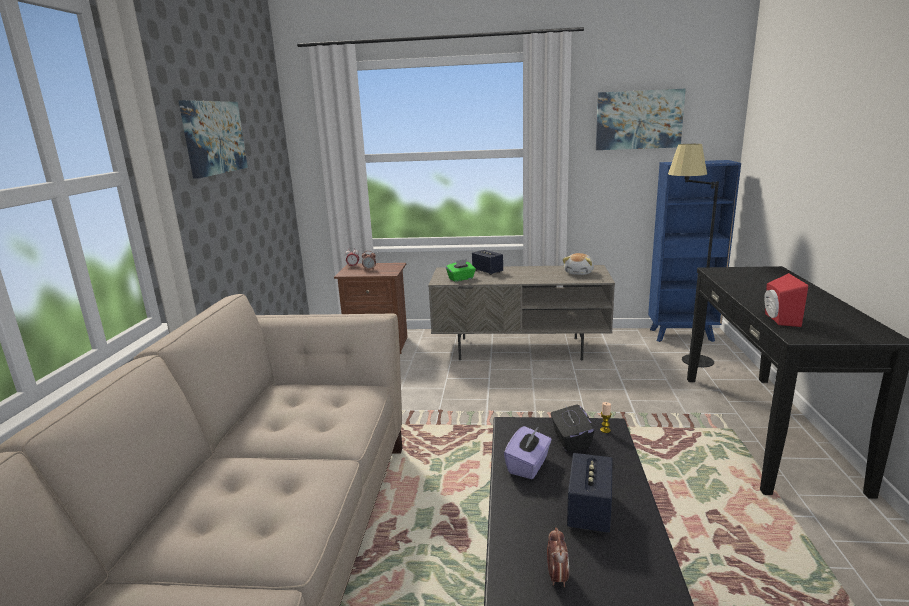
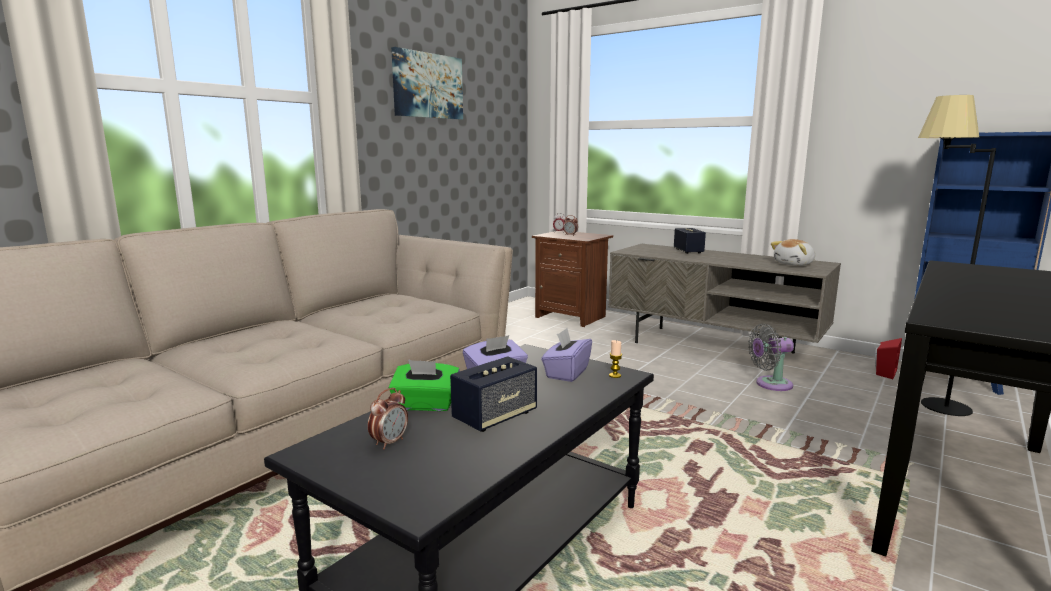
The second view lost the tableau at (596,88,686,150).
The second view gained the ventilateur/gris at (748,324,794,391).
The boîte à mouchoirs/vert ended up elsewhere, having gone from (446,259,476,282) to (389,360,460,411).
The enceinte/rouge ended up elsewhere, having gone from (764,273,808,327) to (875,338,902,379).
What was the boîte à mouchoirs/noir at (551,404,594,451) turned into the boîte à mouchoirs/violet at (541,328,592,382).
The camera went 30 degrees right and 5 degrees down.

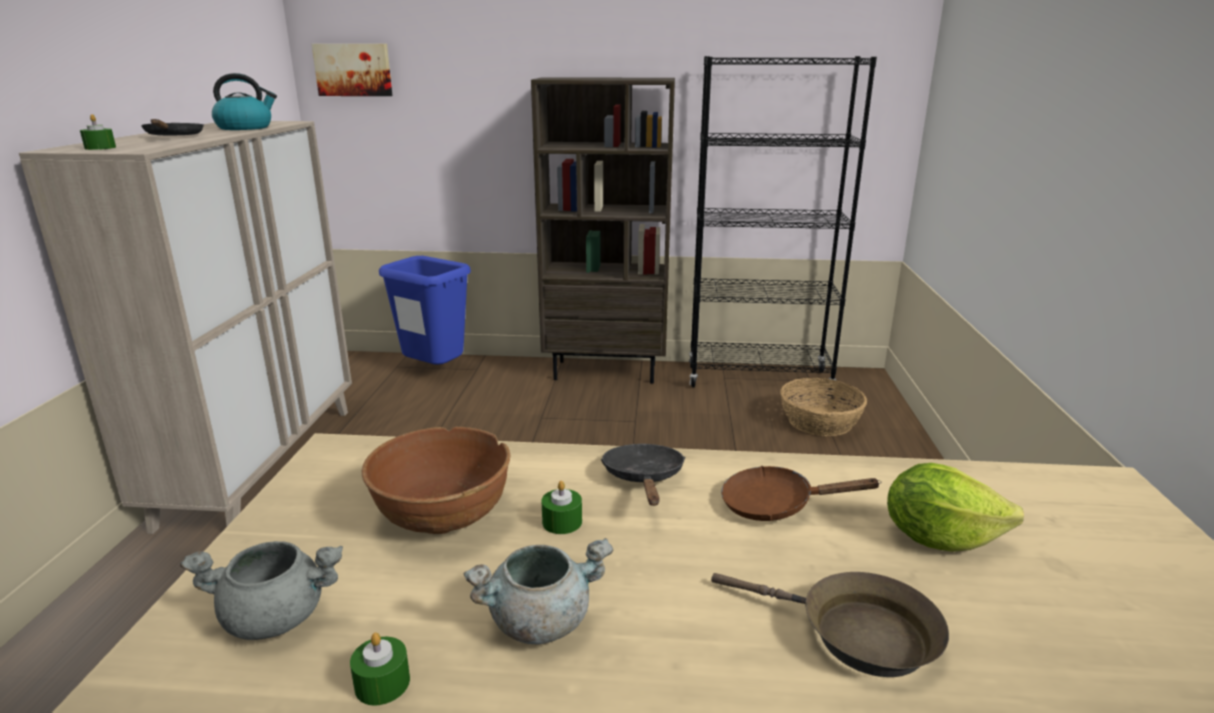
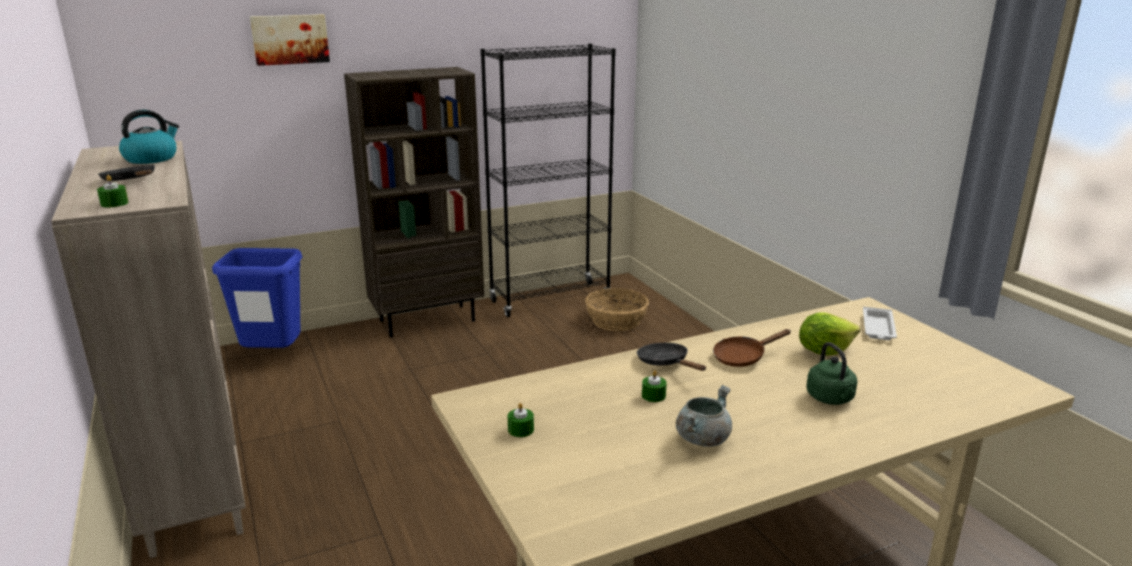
The second view lost the marmite/gris at (180,541,343,640).
The second view lost the bol/marron at (362,427,510,534).
The second view gained the plateau/blanc at (863,307,897,340).
The tableau ended up elsewhere, having gone from (312,44,392,96) to (250,14,330,66).
The bougie/vert ended up elsewhere, having gone from (350,632,410,706) to (508,403,534,437).
Where the poêle/marron stood at (711,572,949,677), the bouilloire/vert came to stand at (806,342,857,405).
The camera went 30 degrees left and 0 degrees up.

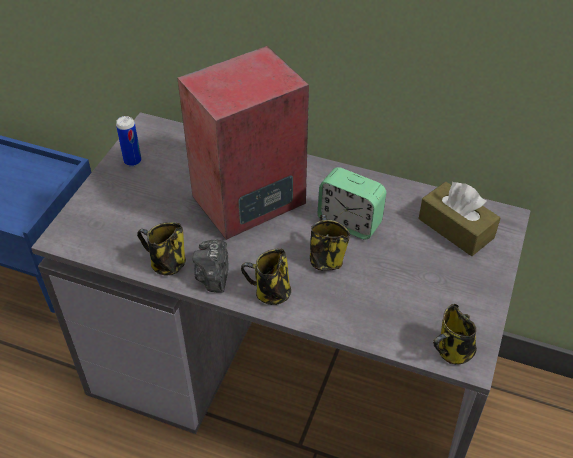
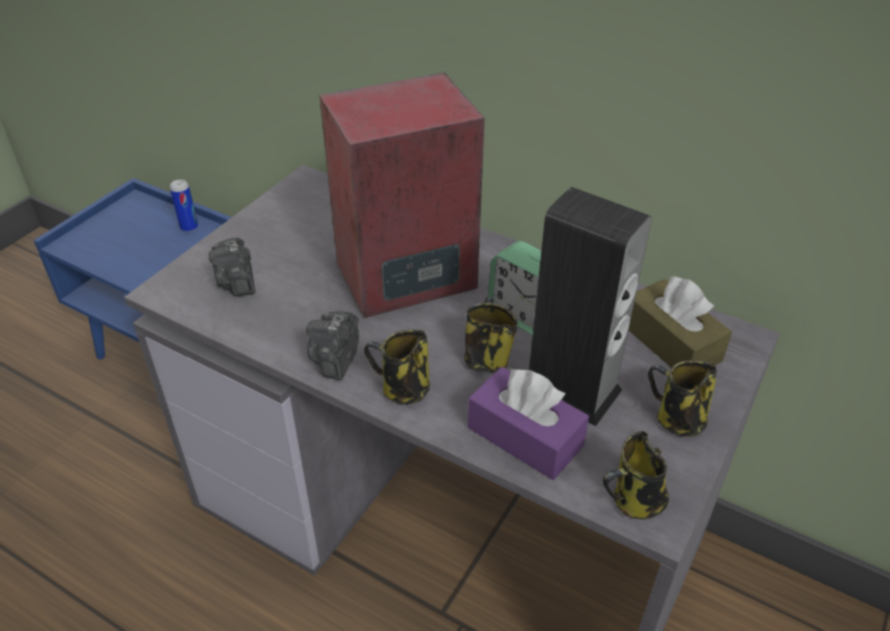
The second view gained the appareil photo at (209,238,255,296).
The second view gained the boîte à mouchoirs/violet at (468,367,589,480).
The second view gained the enceinte at (529,187,652,426).
The boîte métallique ended up elsewhere, having gone from (116,116,141,166) to (170,179,198,232).
The mug ended up elsewhere, having gone from (137,222,186,275) to (648,360,717,437).
The camera went 10 degrees right and 5 degrees down.

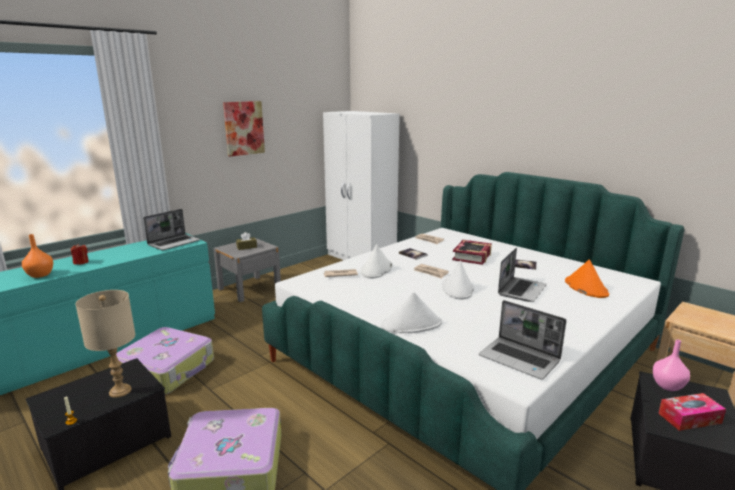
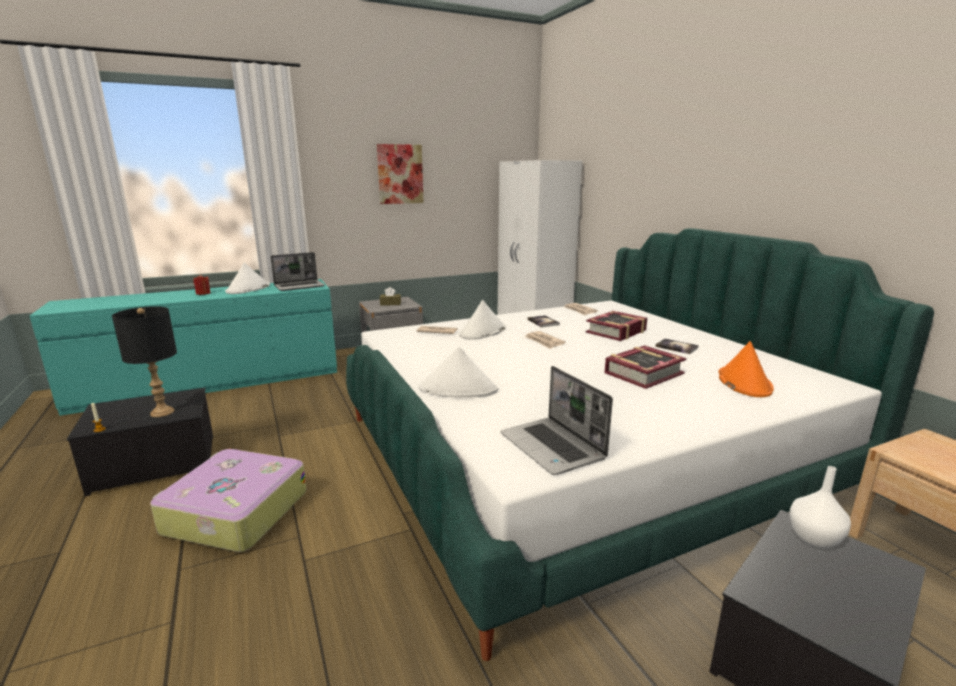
The second view lost the vase/orange at (22,234,53,278).
The second view lost the valise at (116,327,214,394).
The second view lost the boîte à mouchoirs at (658,393,726,431).
The chapeau/blanc ended up elsewhere, having gone from (442,261,474,299) to (225,263,270,294).
Where the ordinateur portable stood at (498,248,547,302), the livre came to stand at (604,345,687,389).
What was the lampe de table/beige at (76,290,135,398) turned into the lampe de table/noir at (112,306,177,417).
What was the vase/rose at (652,340,690,391) turned into the vase/blanc at (789,466,851,549).
The camera went 20 degrees right and 0 degrees up.

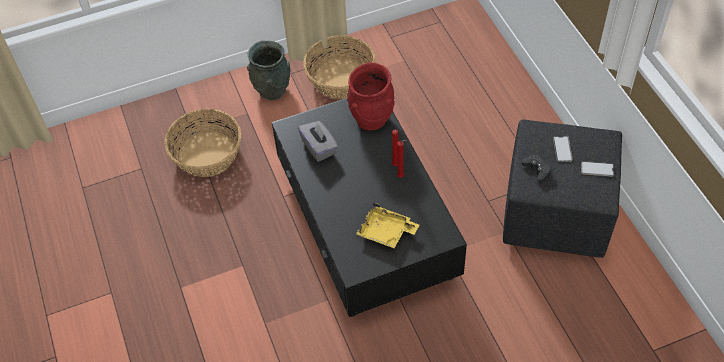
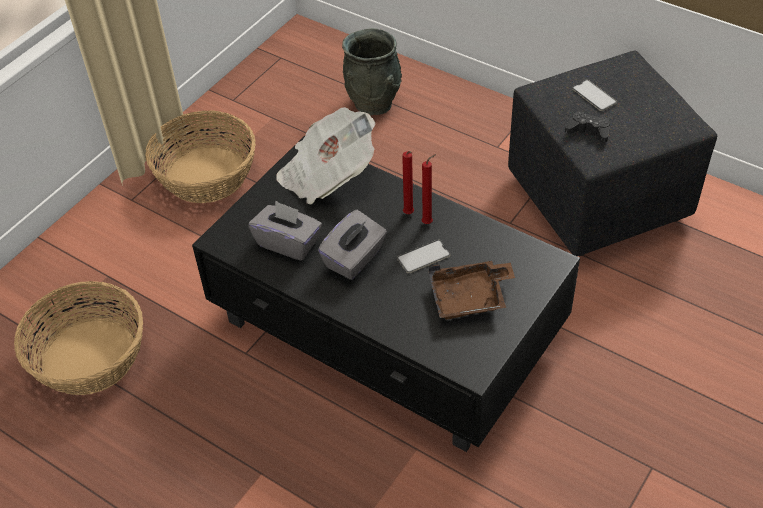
The second view gained the boîte à mouchoirs/gris at (318,210,387,280).
The vase/gris ended up elsewhere, having gone from (247,40,291,100) to (342,28,402,115).
The téléphone ended up elsewhere, having gone from (581,161,614,177) to (397,239,451,273).
Where the vase/rouge stood at (347,62,395,131), the journal came to stand at (276,107,376,205).
What was the plateau/jaune at (356,202,419,248) turned into the plateau/marron at (429,261,515,320).
The camera went 35 degrees left and 5 degrees down.

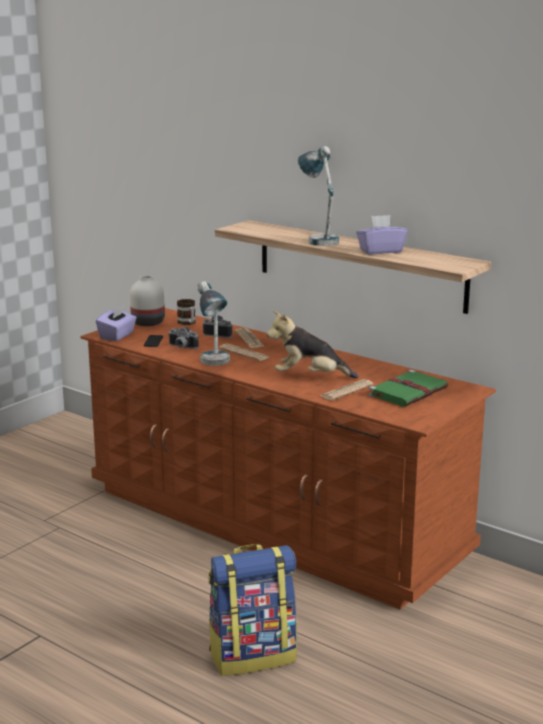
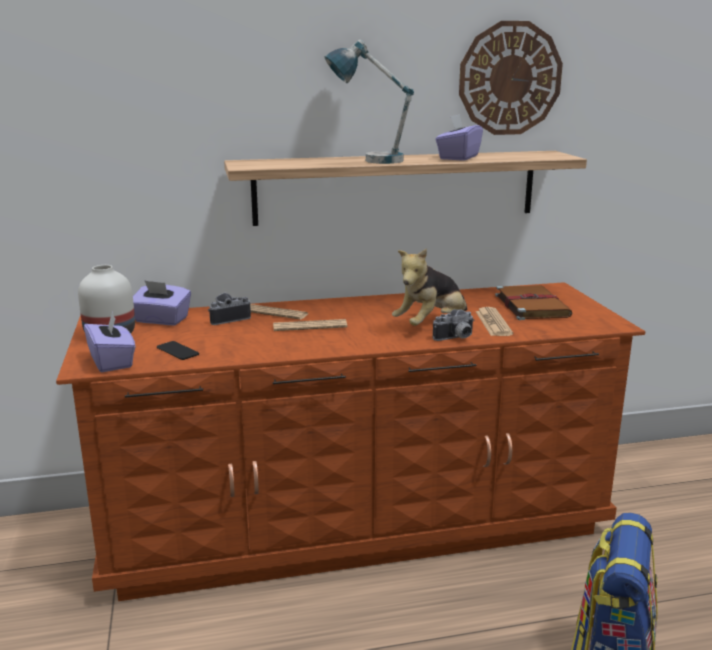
The second view lost the lampe de table at (198,281,230,366).
The second view gained the horloge murale at (459,21,563,135).
The appareil photo ended up elsewhere, having gone from (169,327,199,349) to (433,309,475,341).
Where the mug stood at (177,299,196,325), the boîte à mouchoirs/violet came to stand at (133,280,191,325).
What was the livre/vert at (369,370,448,407) turned into the livre/marron at (495,285,572,320).
The camera went 50 degrees left and 0 degrees up.

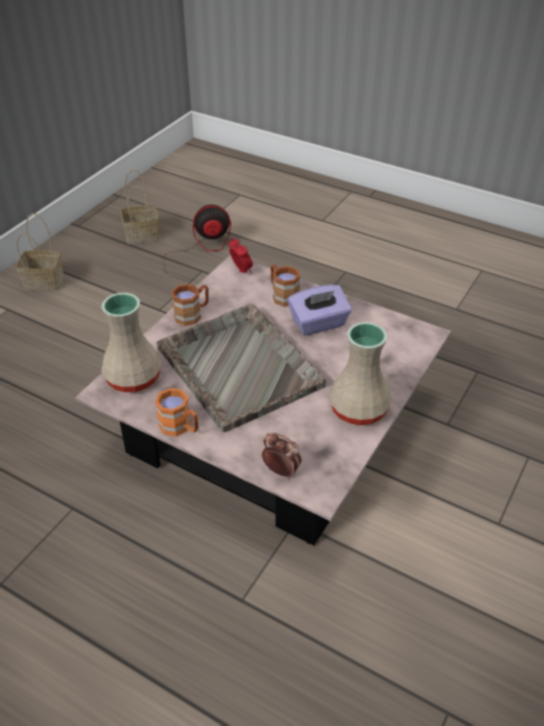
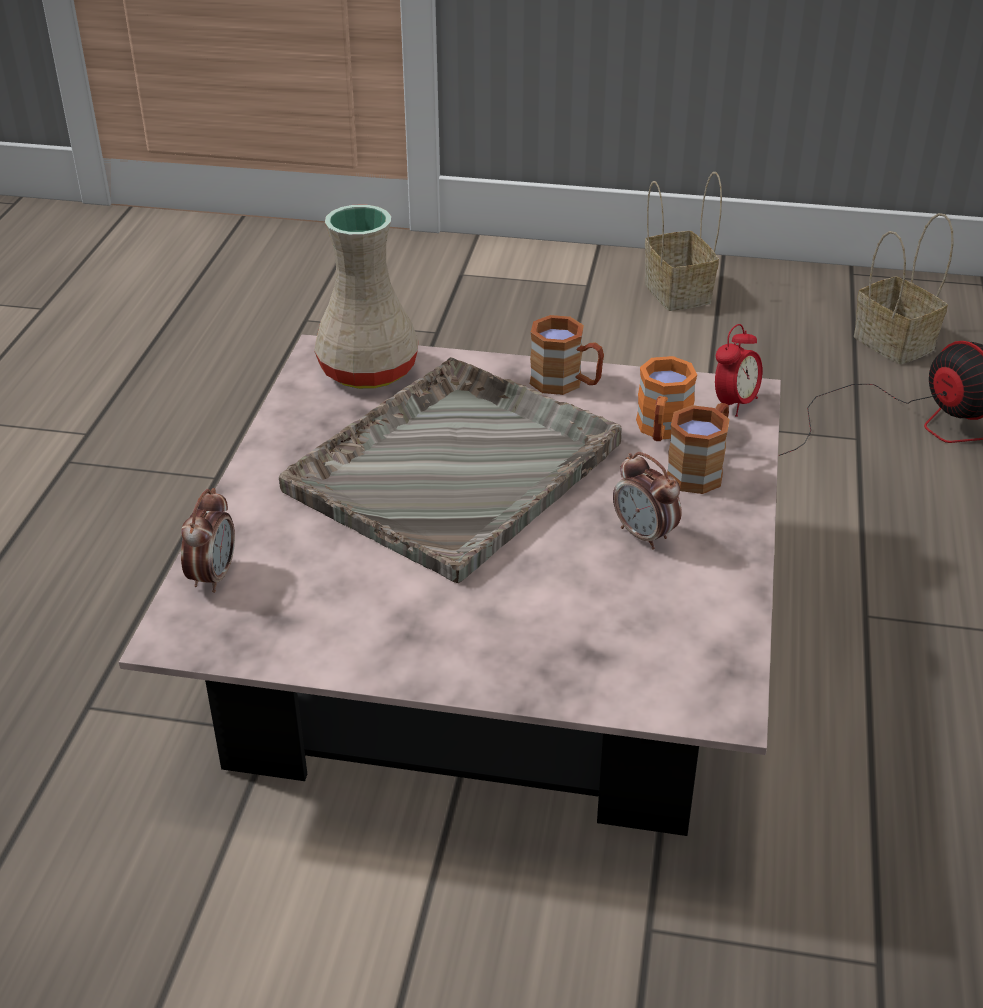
The second view lost the vase/beige at (329,322,392,425).
The mug/orange ended up elsewhere, having gone from (155,388,198,436) to (636,356,697,441).
Where the boîte à mouchoirs/violet stood at (288,285,352,335), the réveil came to stand at (613,452,682,550).
The camera went 70 degrees right and 5 degrees down.

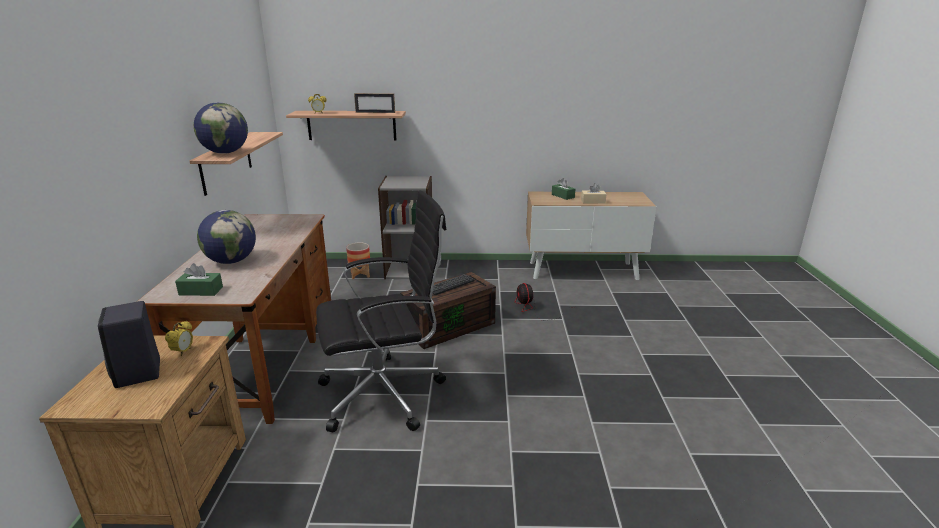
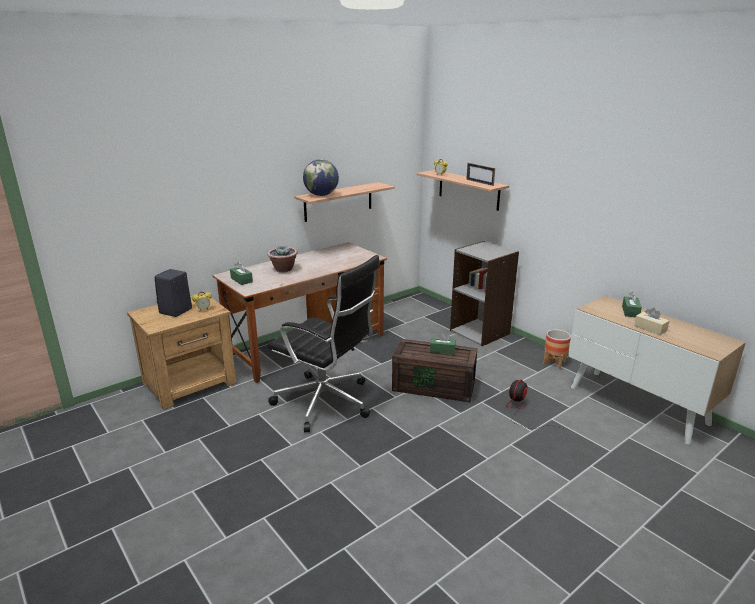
The cache-pot ended up elsewhere, having gone from (346,242,370,279) to (543,329,571,369).
Where the globe stood at (197,210,256,264), the plante en pot came to stand at (267,246,298,272).
Where the clavier stood at (432,274,475,295), the boîte à mouchoirs/vert came to stand at (430,332,456,354).
The camera went 50 degrees right and 0 degrees up.

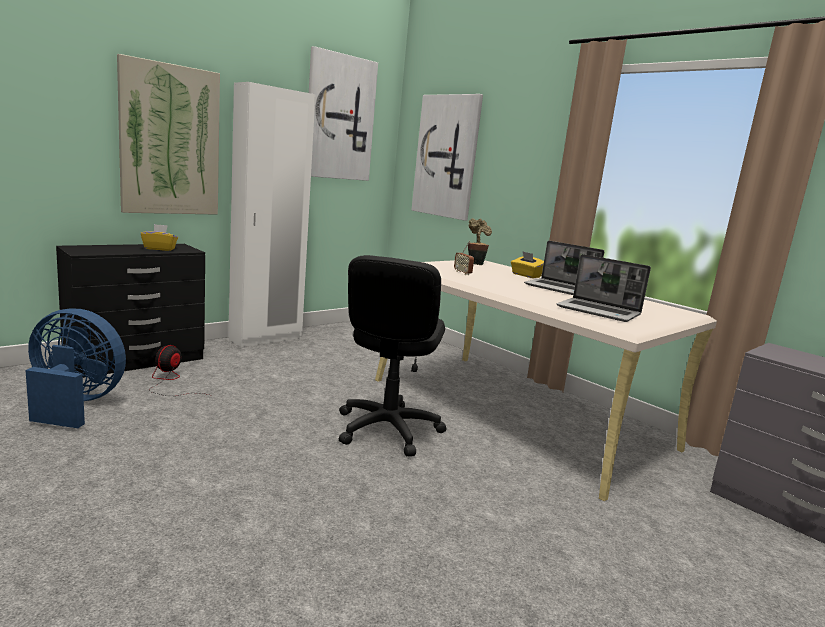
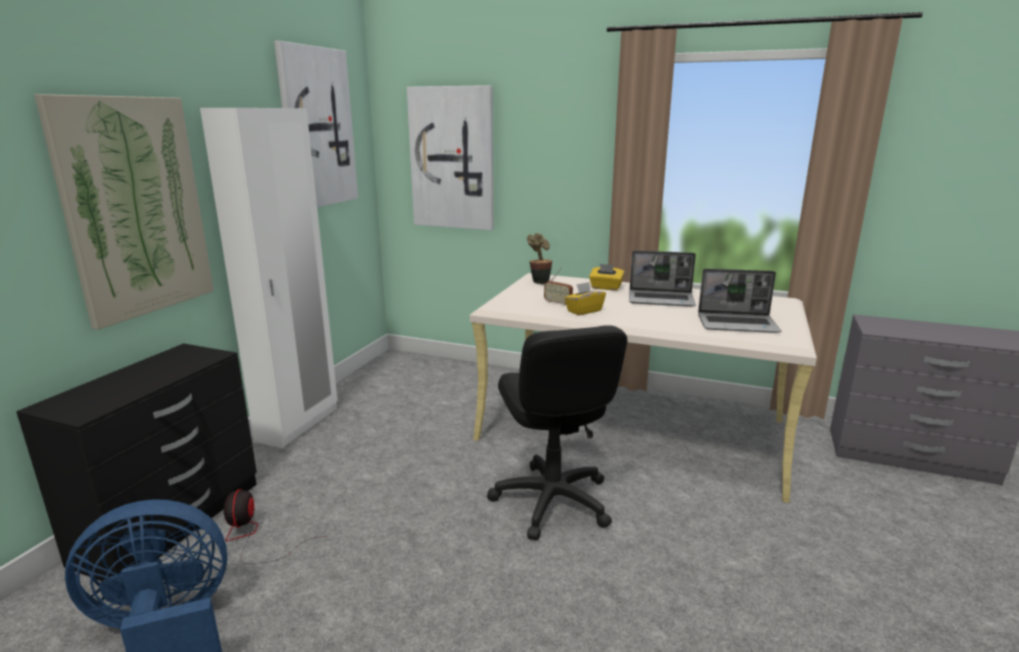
The boîte à mouchoirs/jaune ended up elsewhere, having gone from (141,224,178,251) to (564,282,606,315).
The camera went 25 degrees left and 5 degrees up.

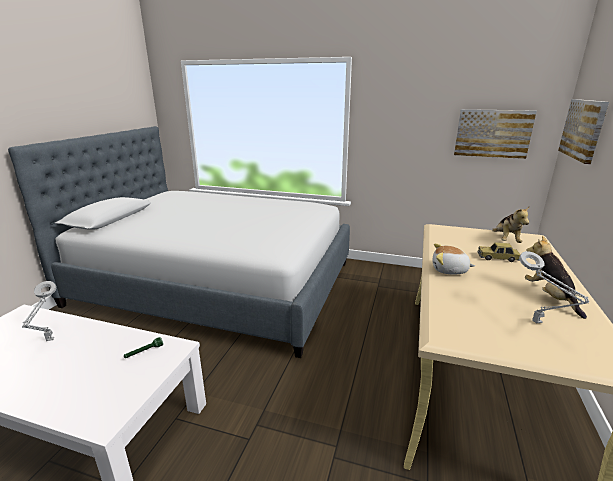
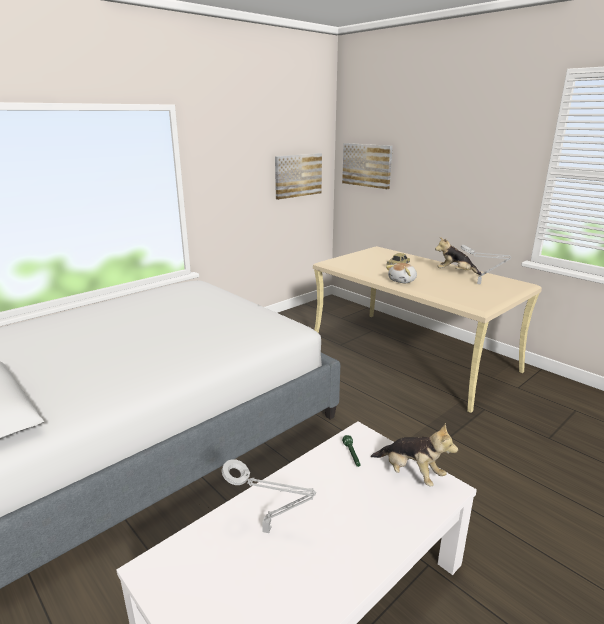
The peluche ended up elsewhere, having gone from (492,206,530,243) to (371,423,458,487).
The camera went 60 degrees left and 0 degrees up.

